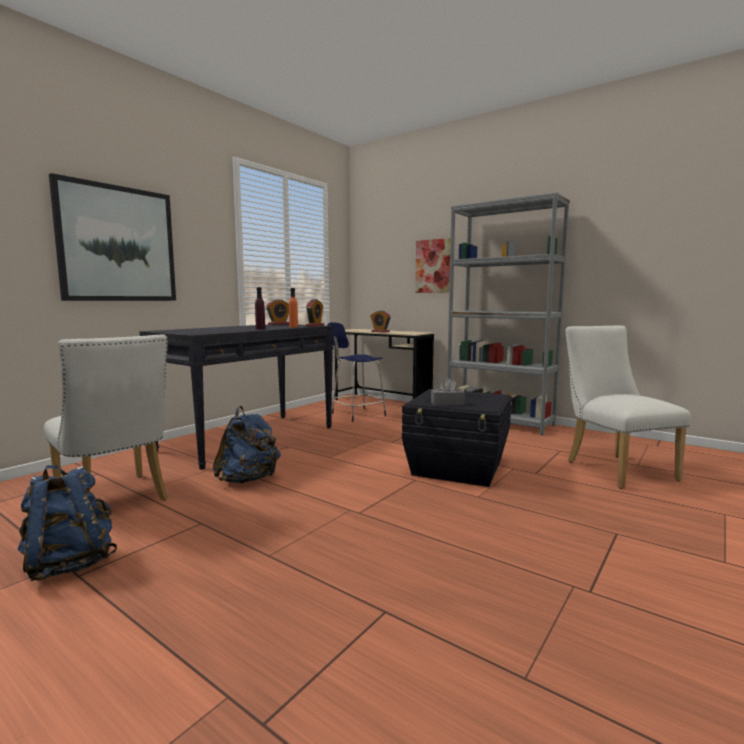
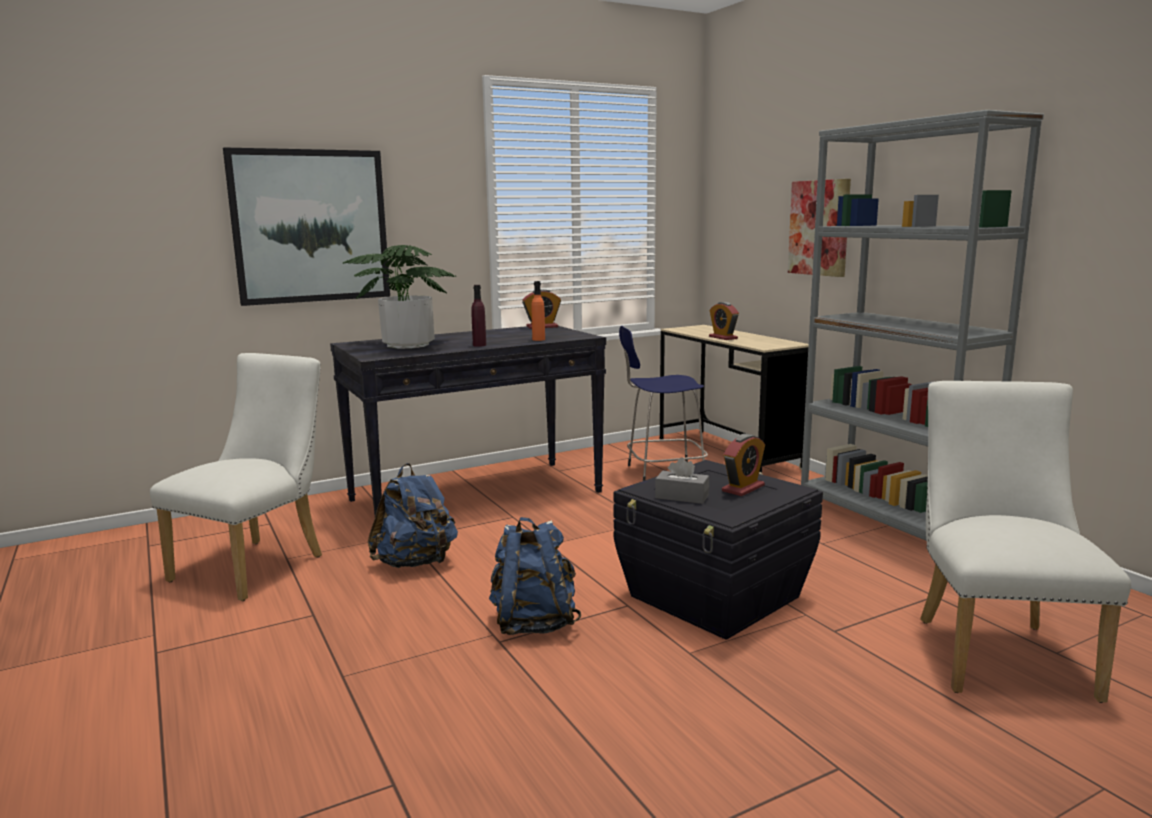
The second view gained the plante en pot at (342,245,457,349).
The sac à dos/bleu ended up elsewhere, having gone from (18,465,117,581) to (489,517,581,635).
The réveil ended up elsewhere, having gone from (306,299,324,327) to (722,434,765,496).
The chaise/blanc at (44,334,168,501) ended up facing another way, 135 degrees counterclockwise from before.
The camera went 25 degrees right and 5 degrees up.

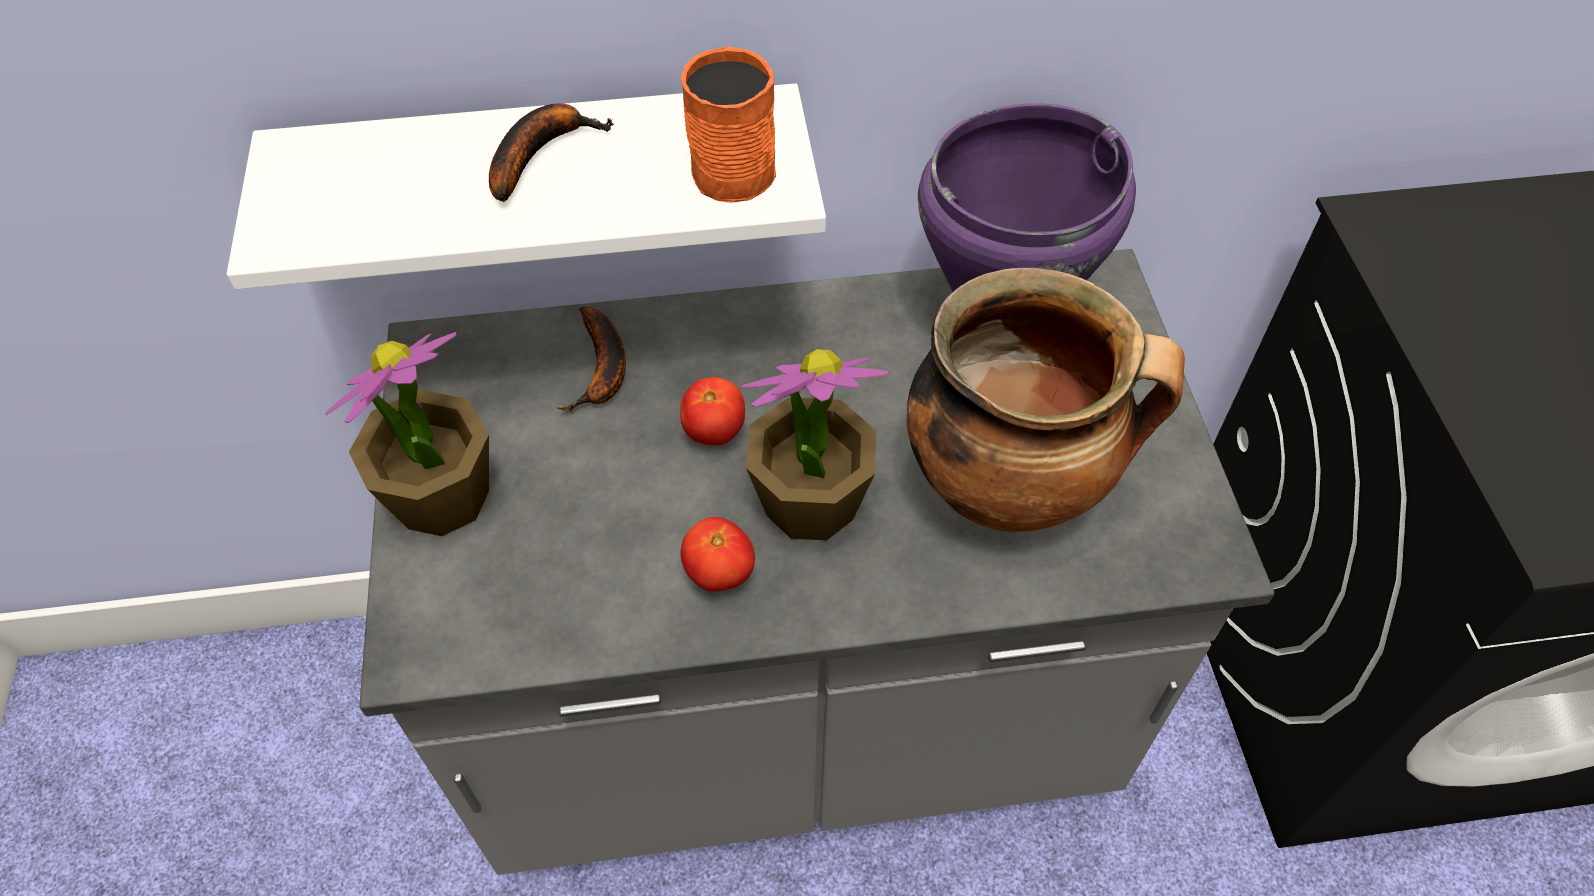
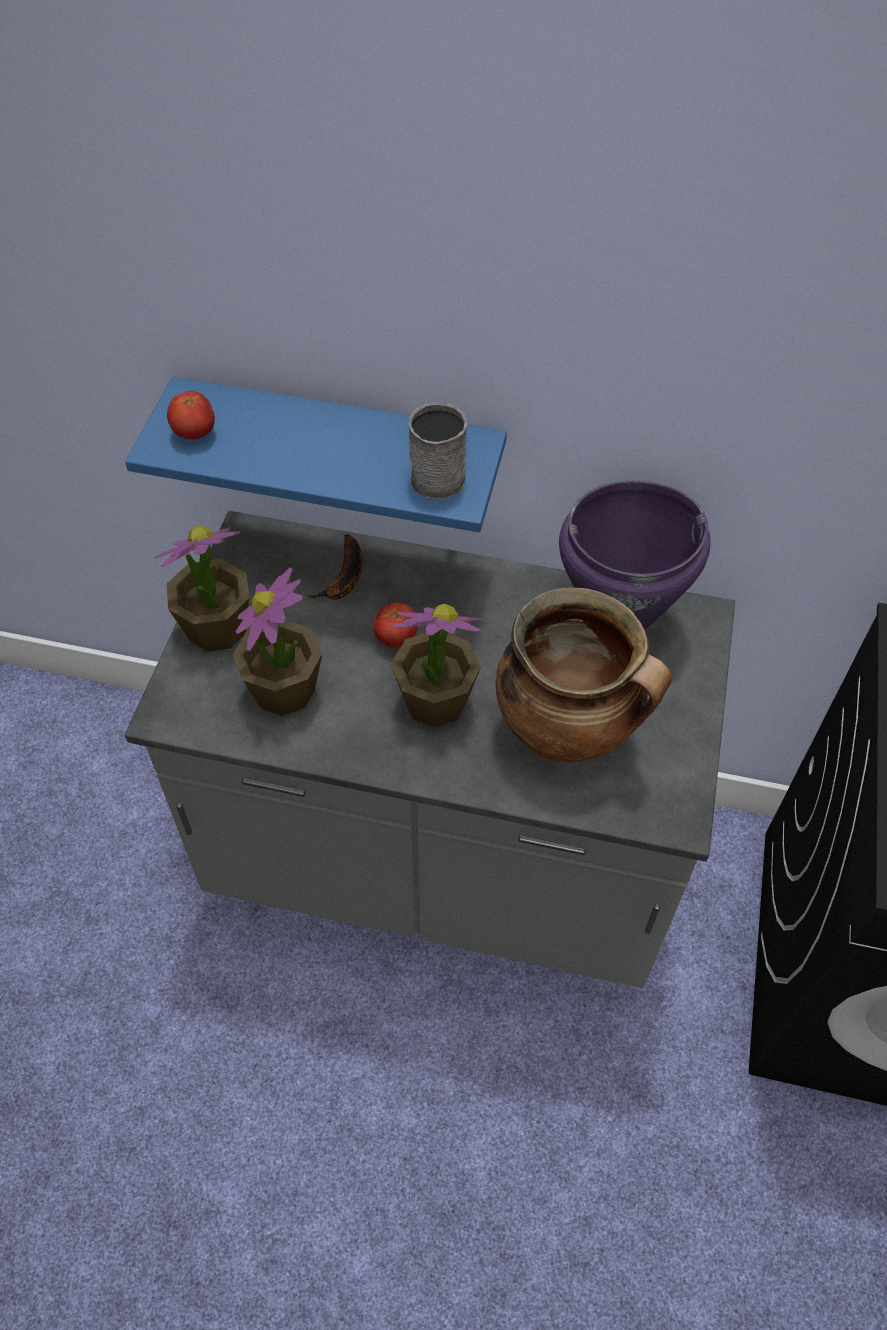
The second view lost the banane at (489,103,614,202).
The second view gained the plante en pot at (232,568,322,716).
The tomate ended up elsewhere, having gone from (680,517,755,592) to (167,391,215,439).
What was the étagère/blanc at (227,83,826,289) turned into the étagère/bleu at (125,377,507,532).
What was the mug/orange at (681,47,776,203) turned into the mug/gris at (409,403,467,500).
The camera went 20 degrees right and 0 degrees up.

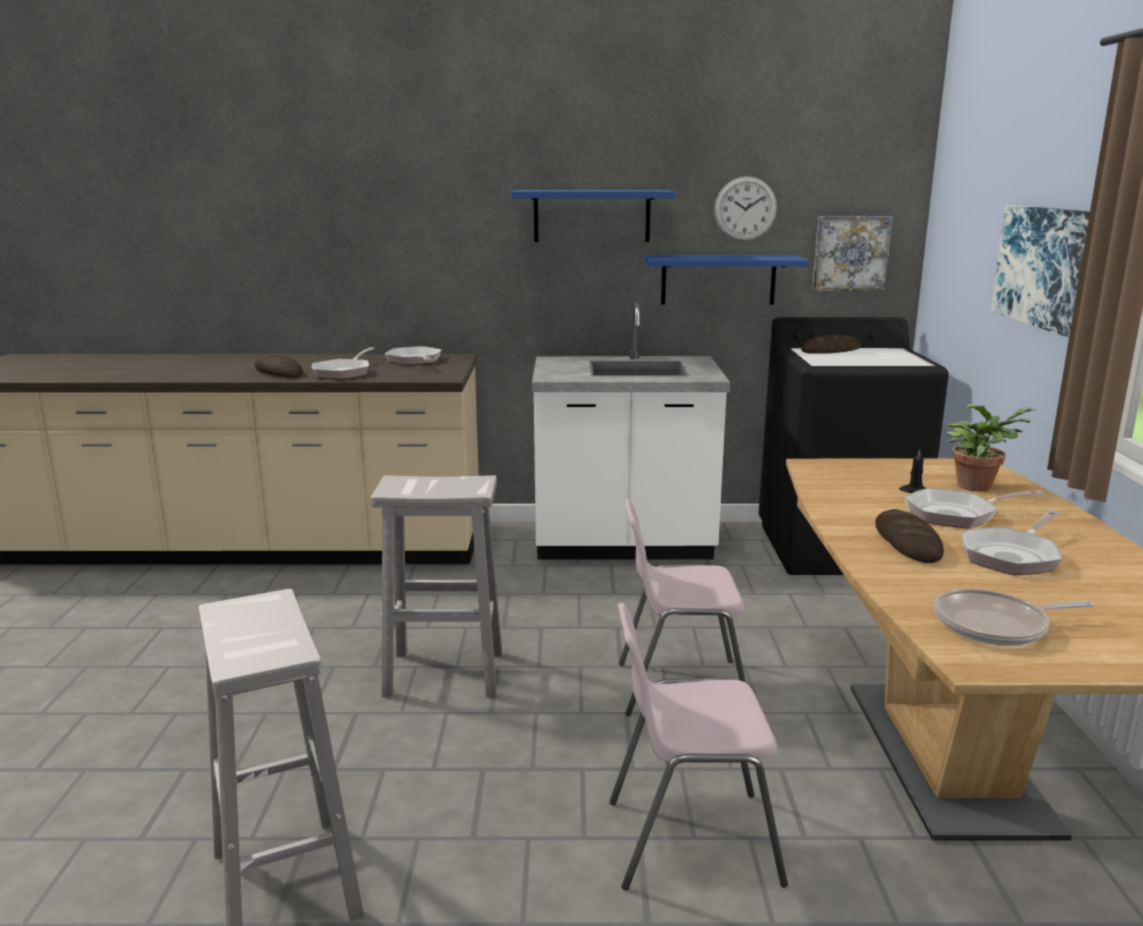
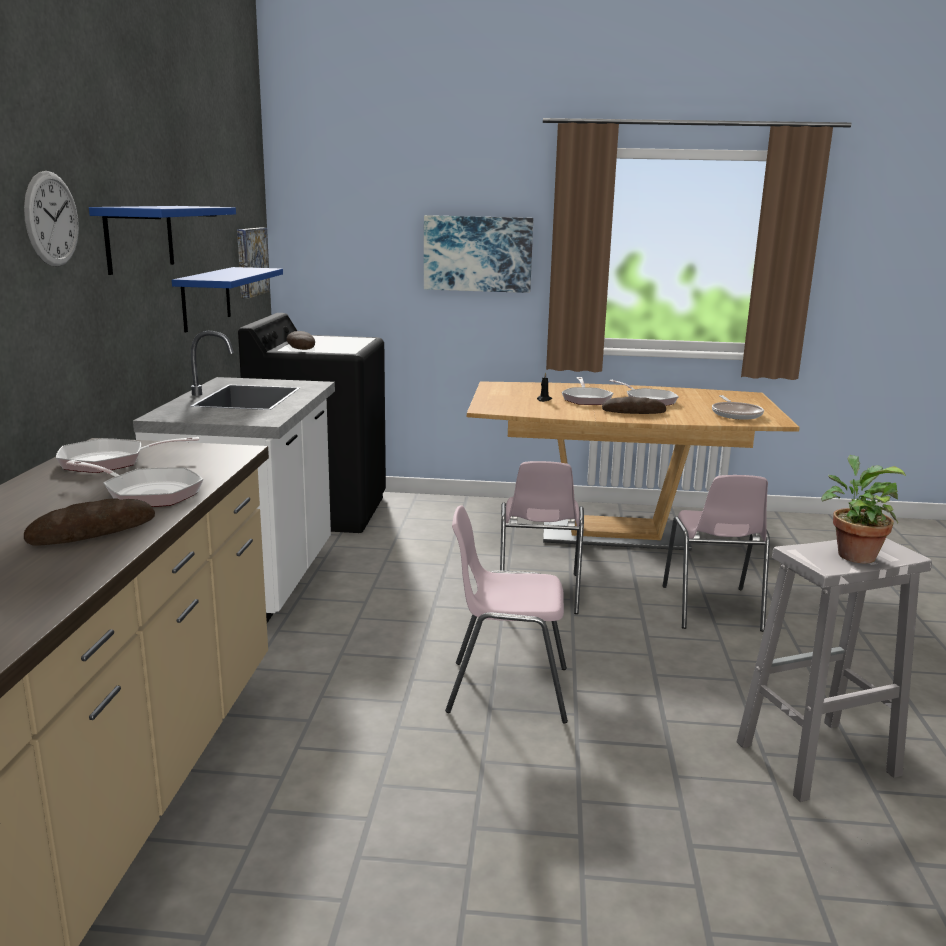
The horloge murale ended up elsewhere, having gone from (714,176,777,241) to (24,171,79,267).
The plante en pot ended up elsewhere, having gone from (946,404,1035,492) to (821,455,906,564).
Where the tabouret/blanc stood at (371,475,502,698), the chaise/rose came to stand at (445,505,568,724).
The camera went 85 degrees left and 0 degrees up.

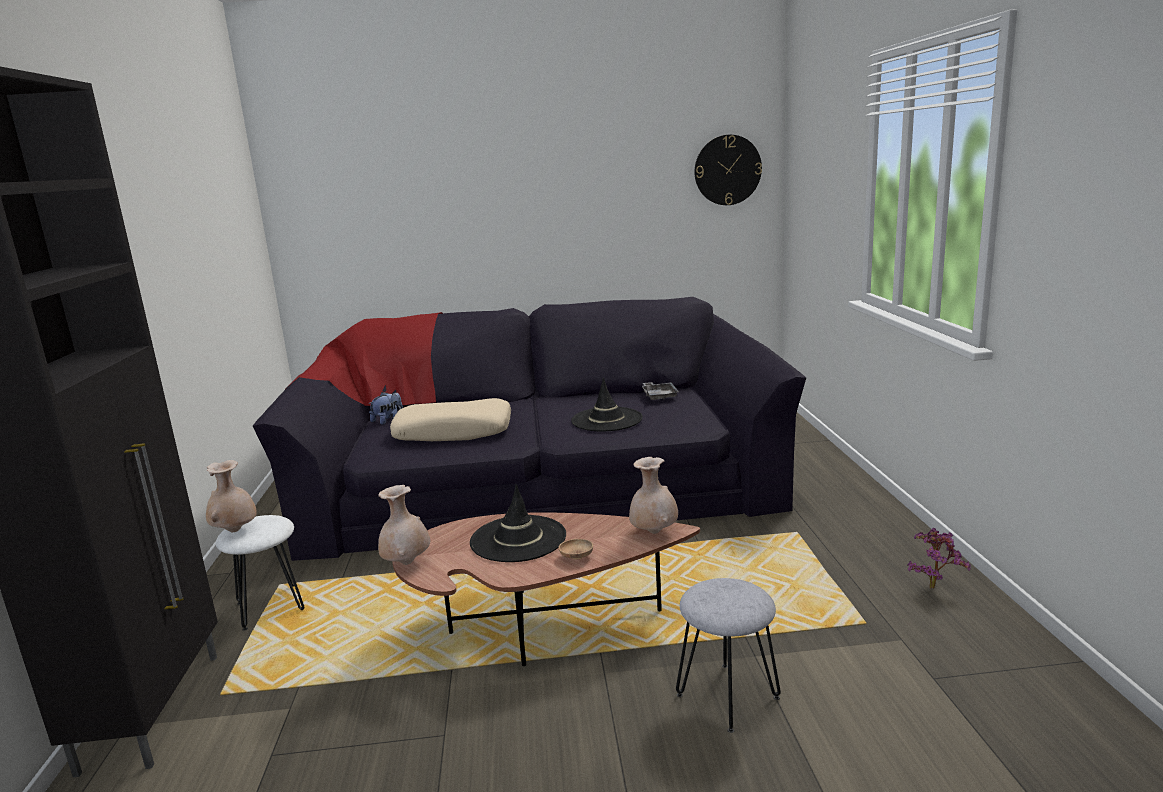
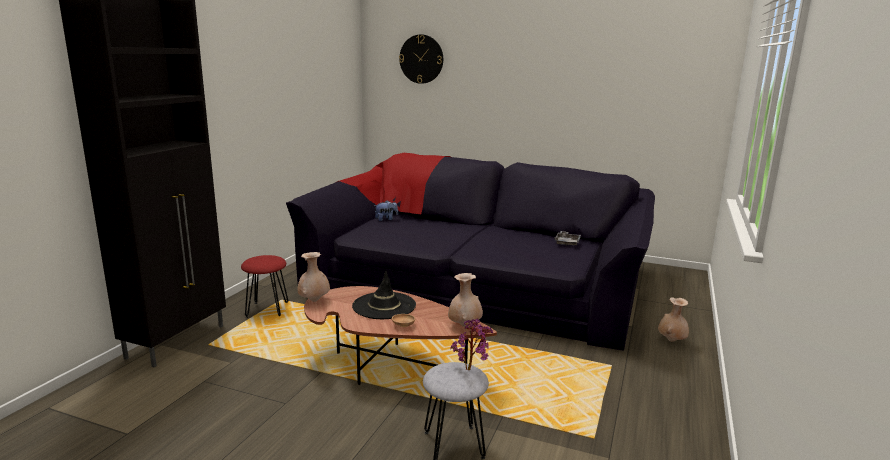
The second view lost the coussin/beige at (390,398,511,441).
The second view lost the chapeau/noir at (571,378,643,432).
The vase/beige ended up elsewhere, having gone from (206,460,257,532) to (658,297,689,342).
The horloge murale ended up elsewhere, having gone from (695,135,762,205) to (399,34,443,84).
The plante en pot ended up elsewhere, having gone from (907,528,971,588) to (450,319,493,370).
What was the tabouret/blanc at (216,515,304,631) turned into the tabouret/rouge at (241,255,288,318).
The camera went 25 degrees right and 0 degrees up.

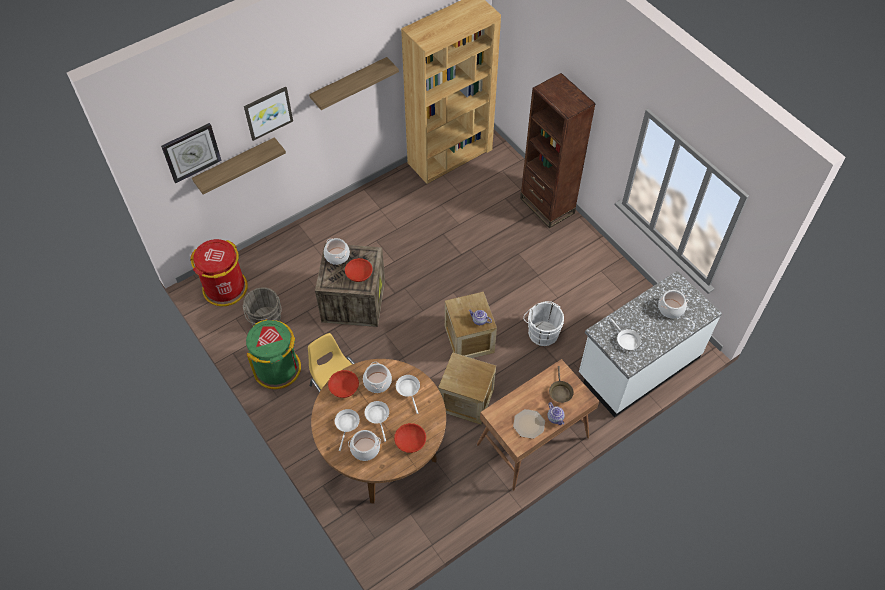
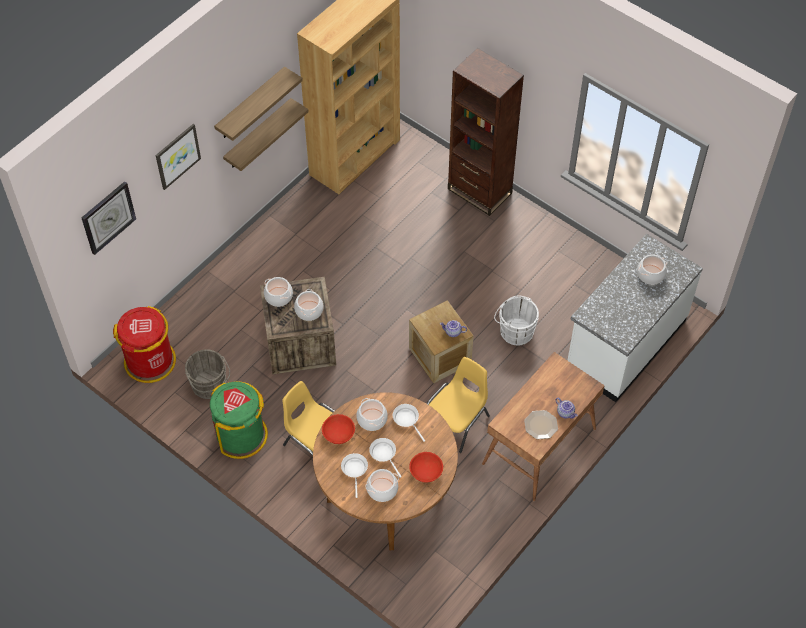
The second view lost the poêle/marron at (549,366,574,403).
The second view lost the poêle/blanc at (610,319,641,350).
The étagère ended up elsewhere, having gone from (192,137,286,195) to (223,98,309,171).
Where the bol/rouge stood at (345,258,373,282), the marmite came to stand at (294,289,324,321).
Where the caisse stood at (438,352,496,424), the chaise/jaune came to stand at (427,357,490,453).
The camera went 15 degrees left and 0 degrees up.

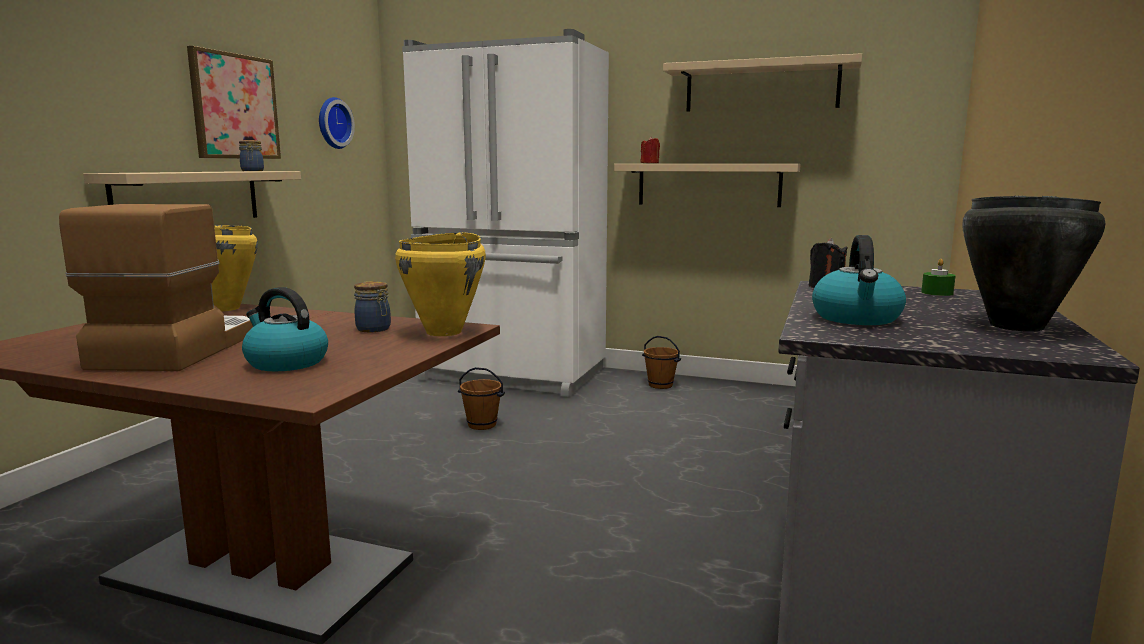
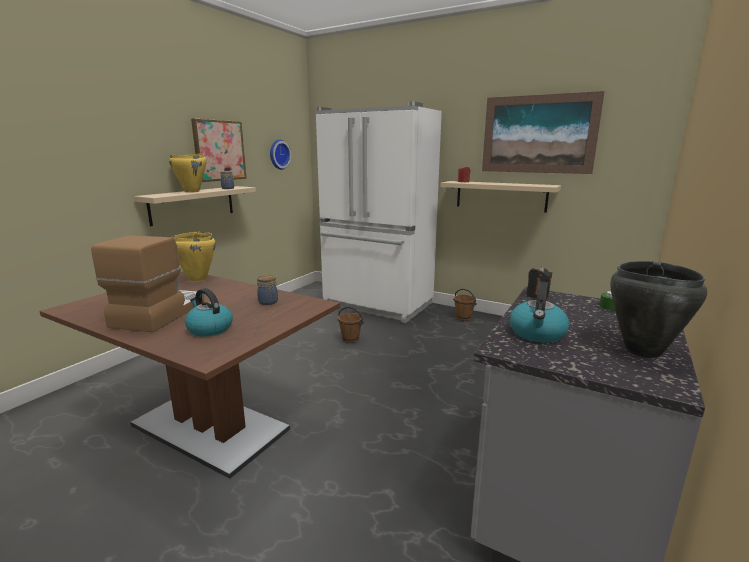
The marmite/jaune ended up elsewhere, having gone from (395,232,486,336) to (169,153,207,193).
Where the étagère/beige hung at (663,53,862,112), the tableau came to hang at (482,91,605,174).
The camera went 10 degrees right and 5 degrees up.

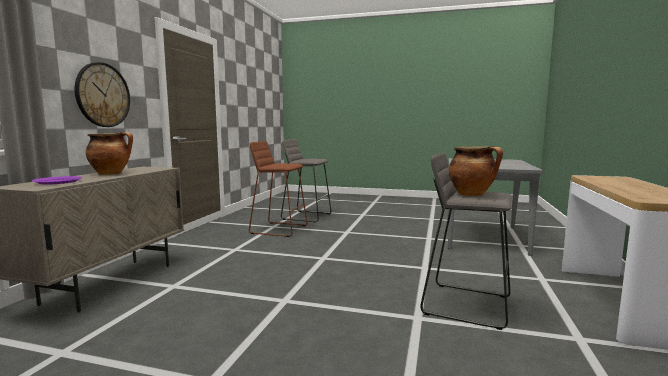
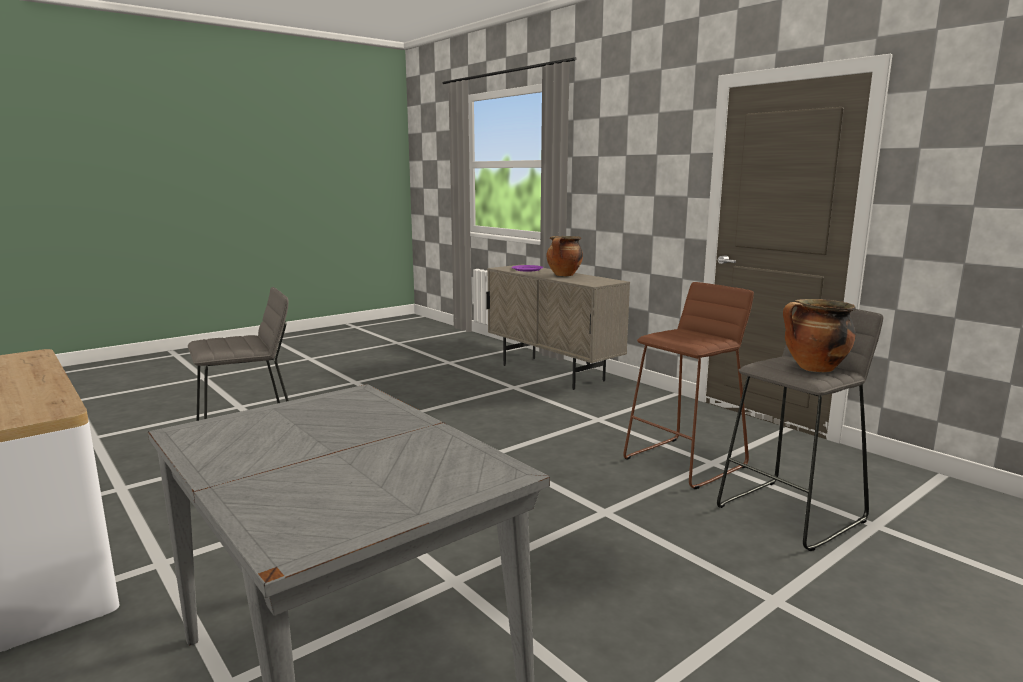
The second view lost the horloge murale at (75,62,130,127).
The marmite ended up elsewhere, having gone from (449,146,503,196) to (783,299,856,372).
The camera went 125 degrees right and 5 degrees up.

